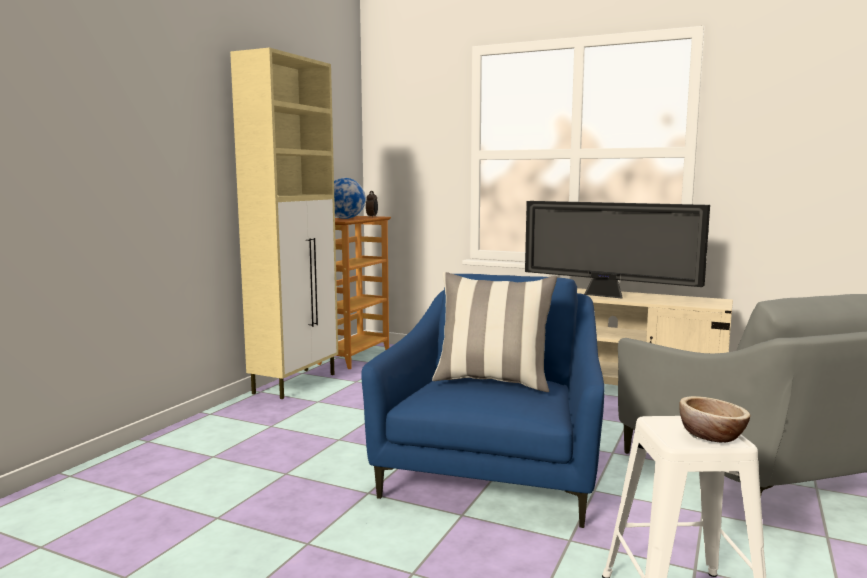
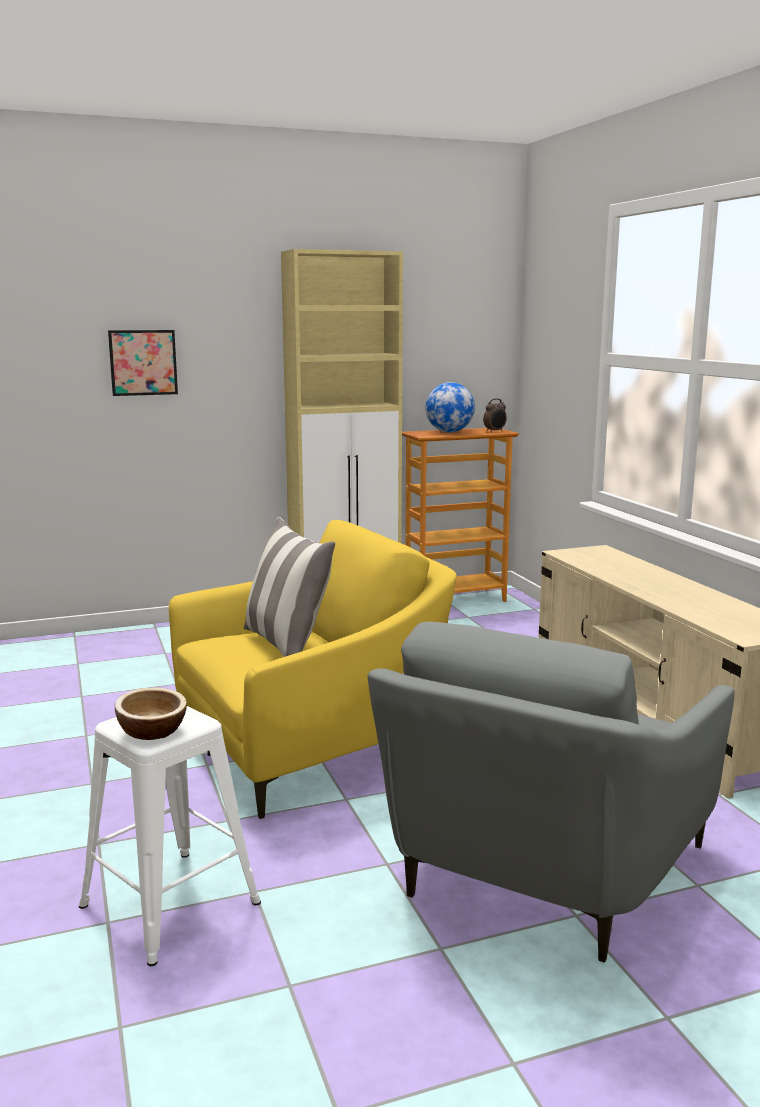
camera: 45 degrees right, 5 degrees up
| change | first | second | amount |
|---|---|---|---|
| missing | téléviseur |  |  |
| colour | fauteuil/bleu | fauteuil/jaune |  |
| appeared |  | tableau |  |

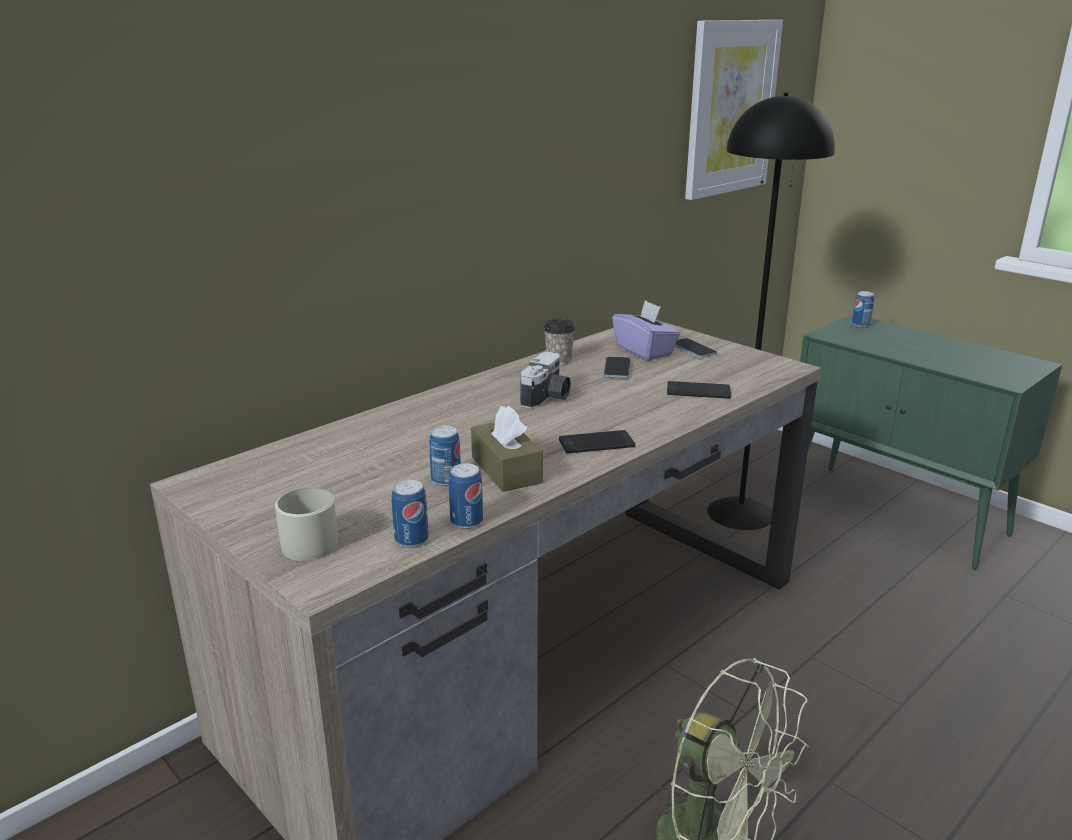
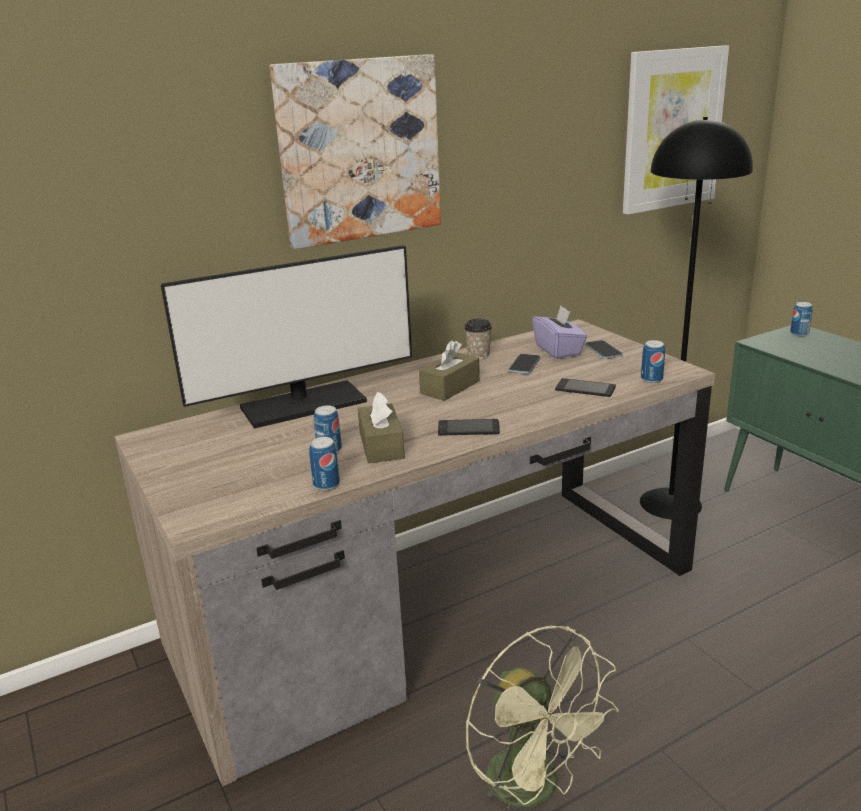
camera: 15 degrees right, 0 degrees up
| change | first | second | amount |
|---|---|---|---|
| exchanged | appareil photo | boîte à mouchoirs/marron (no. 2 from left) |  |
| relocated | boîte métallique (no. 1 from left in the first image) | boîte métallique (no. 3 from left) |  |
| missing | mug/beige |  |  |
| appeared |  | tableau (no. 1 from left) |  |
| appeared |  | écran d'ordinateur |  |

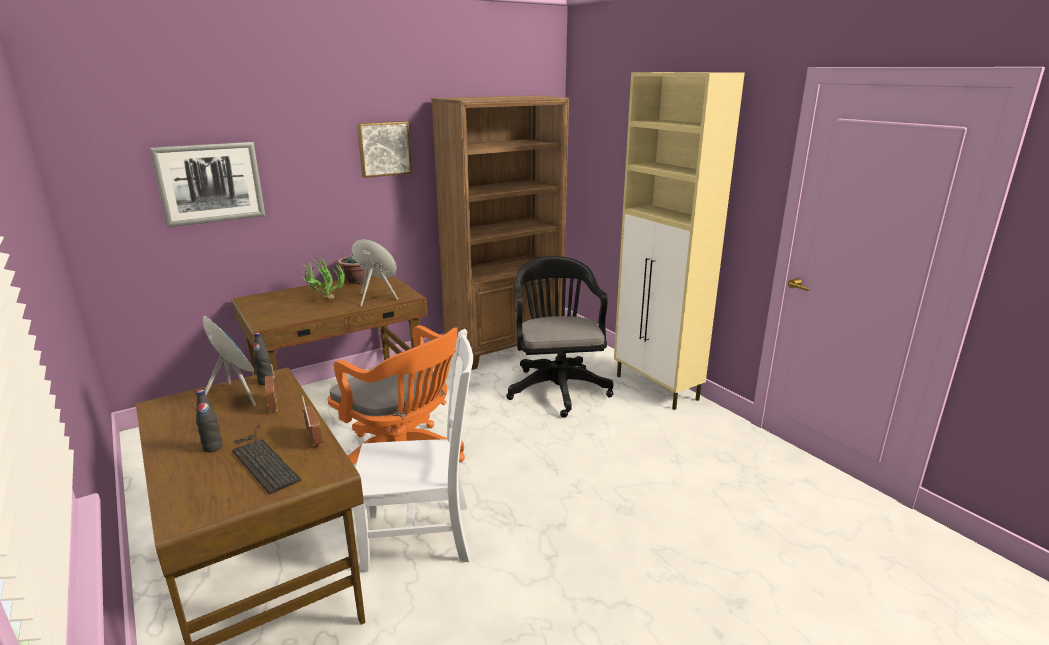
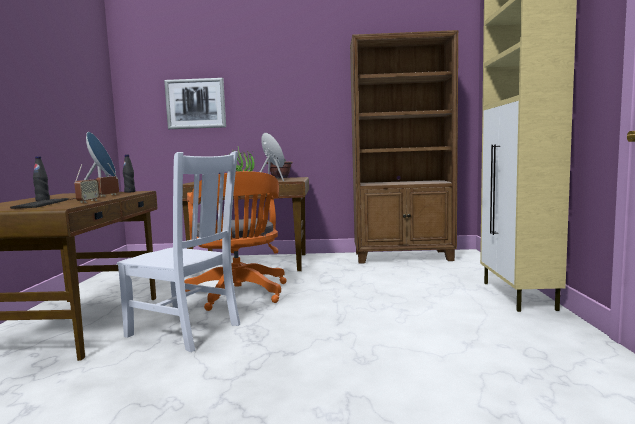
camera: 35 degrees right, 15 degrees down
| change | first | second | amount |
|---|---|---|---|
| missing | tableau (no. 2 from left) |  |  |
| missing | chaise de bureau/noir |  |  |

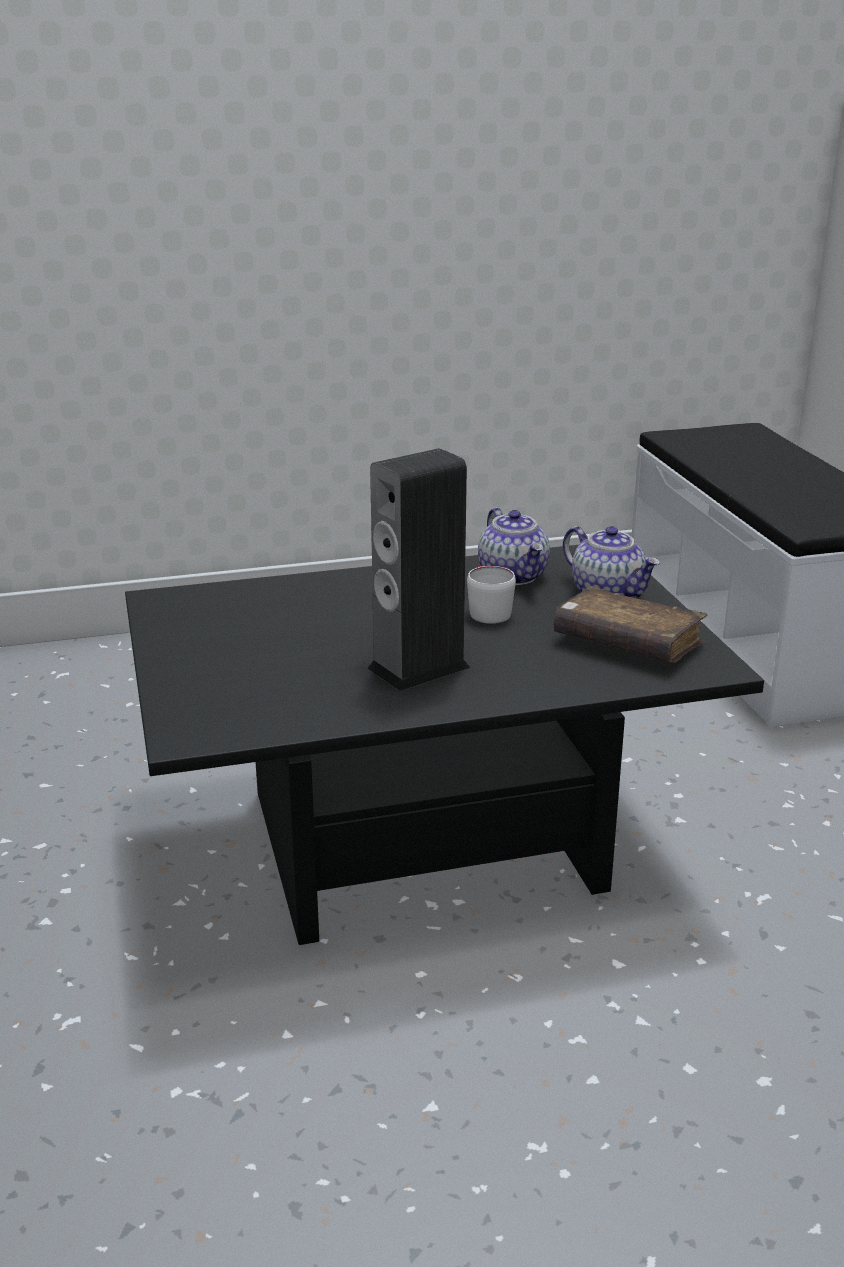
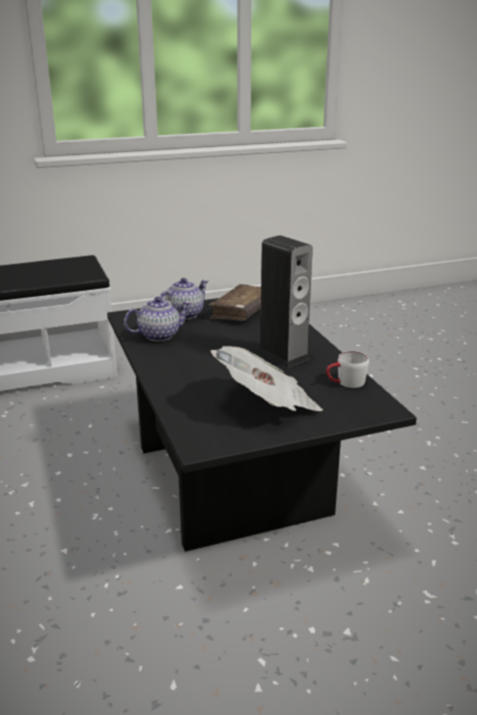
camera: 95 degrees left, 0 degrees up
| change | first | second | amount |
|---|---|---|---|
| relocated | mug/blanc |  |  |
| appeared |  | journal |  |

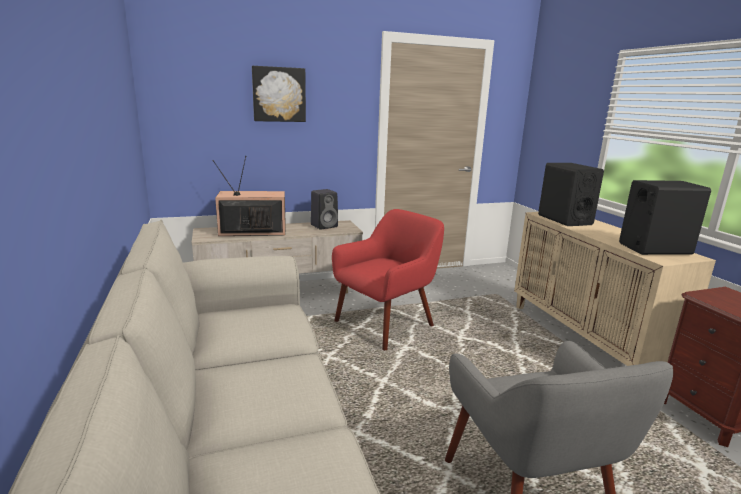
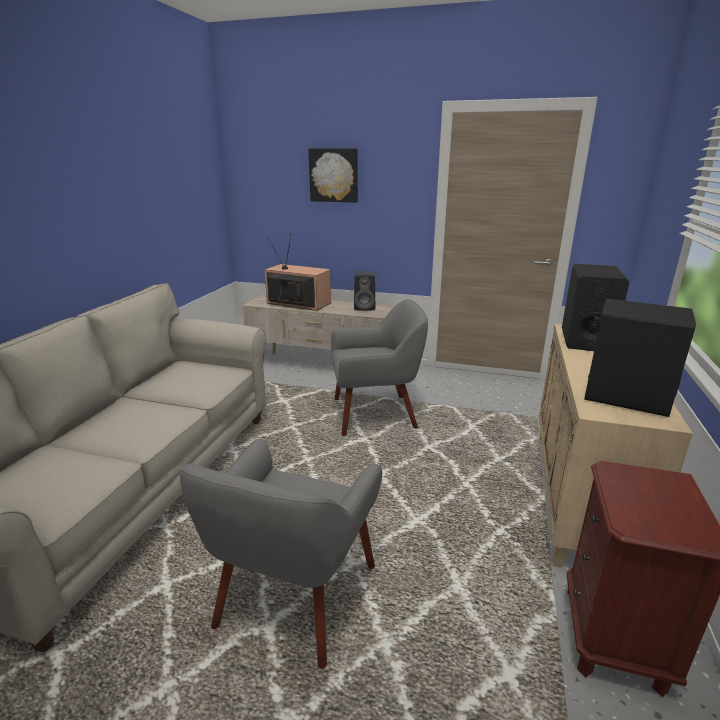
camera: 35 degrees right, 5 degrees up
| change | first | second | amount |
|---|---|---|---|
| colour | fauteuil/rouge | fauteuil/gris (no. 2 from left) |  |

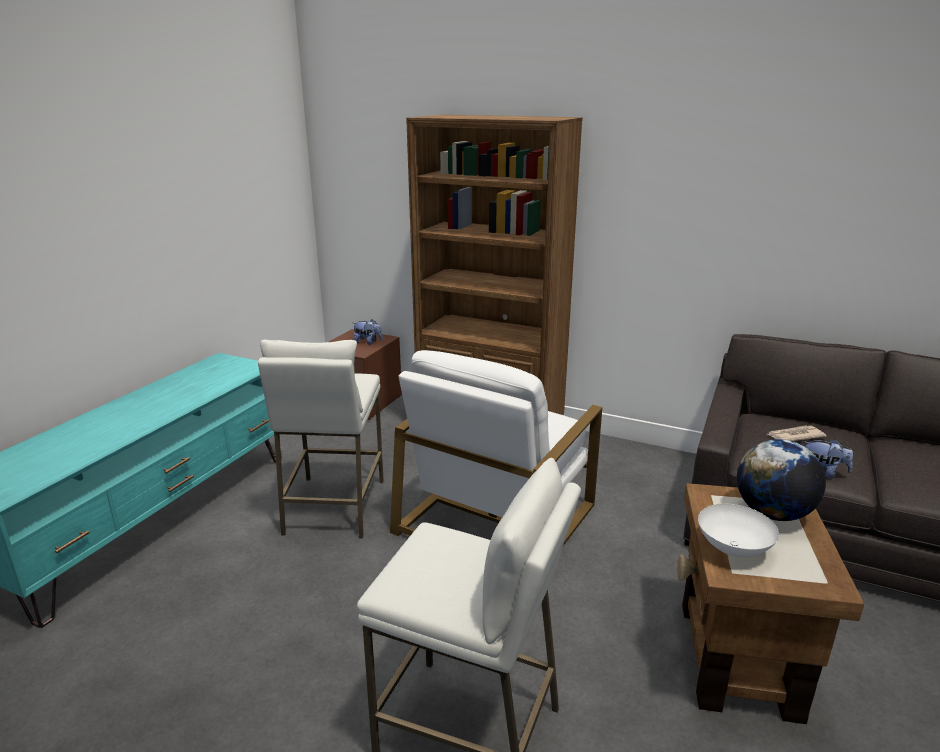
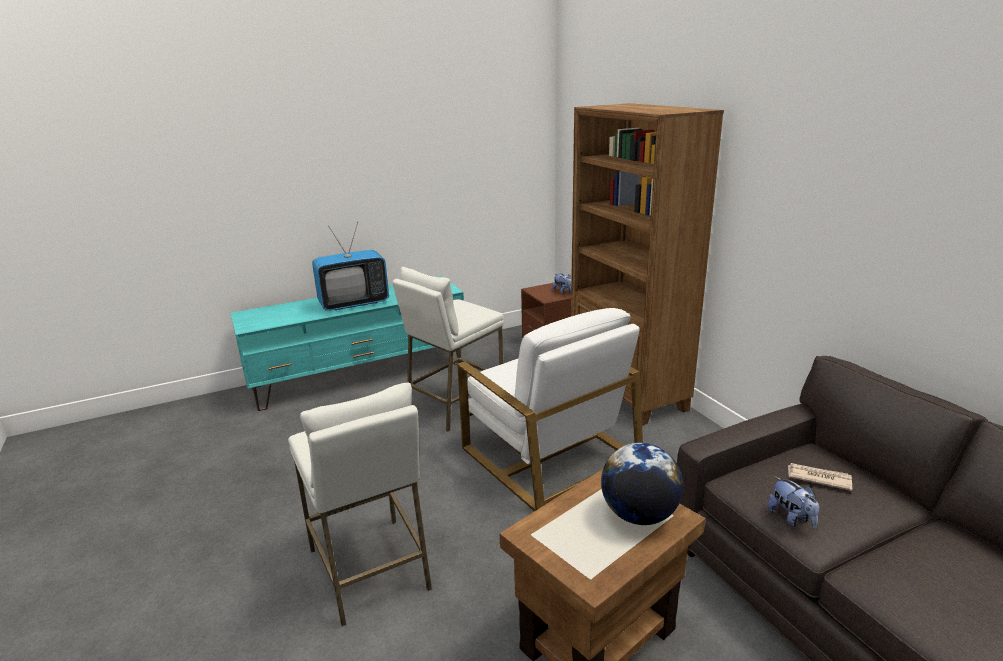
camera: 40 degrees right, 0 degrees up
| change | first | second | amount |
|---|---|---|---|
| spun | fauteuil/blanc |  | 105 degrees counterclockwise |
| missing | bol/blanc |  |  |
| appeared |  | téléviseur |  |

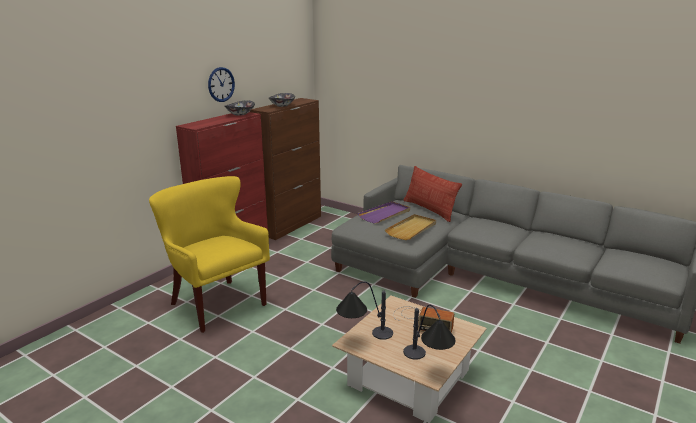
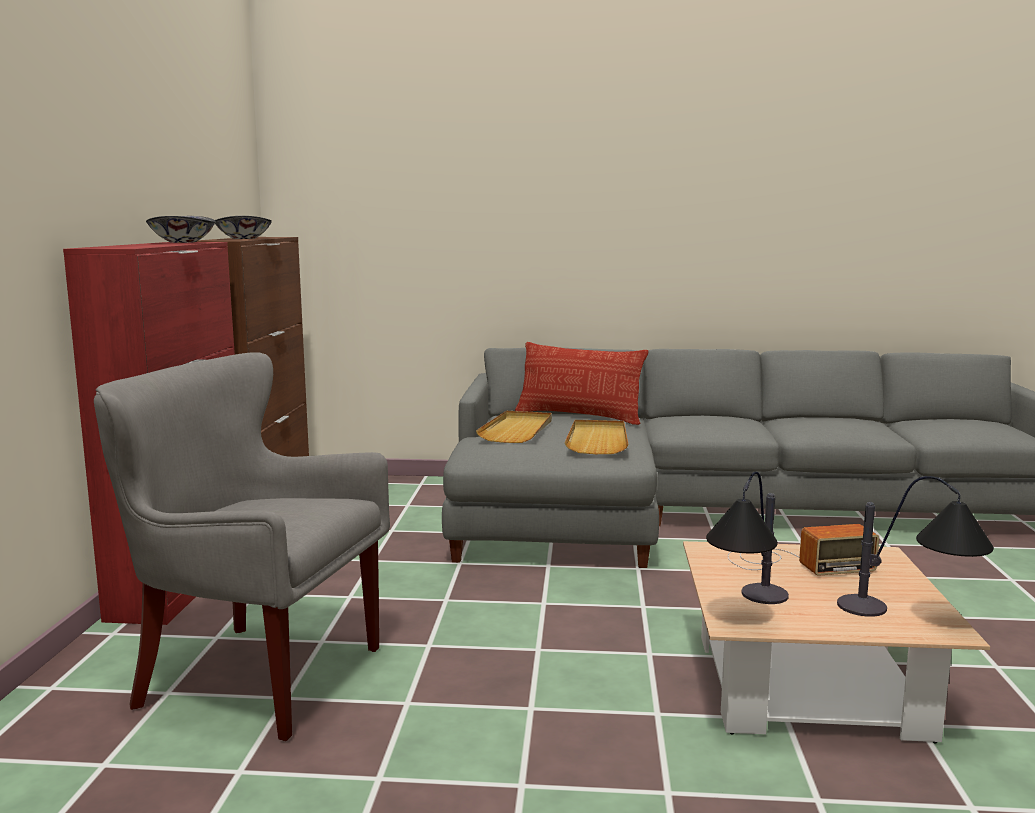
camera: 30 degrees left, 10 degrees down
| change | first | second | amount |
|---|---|---|---|
| missing | horloge murale |  |  |
| colour | fauteuil/jaune | fauteuil/gris |  |
| colour | plateau/violet | plateau/beige (no. 1 from left) |  |

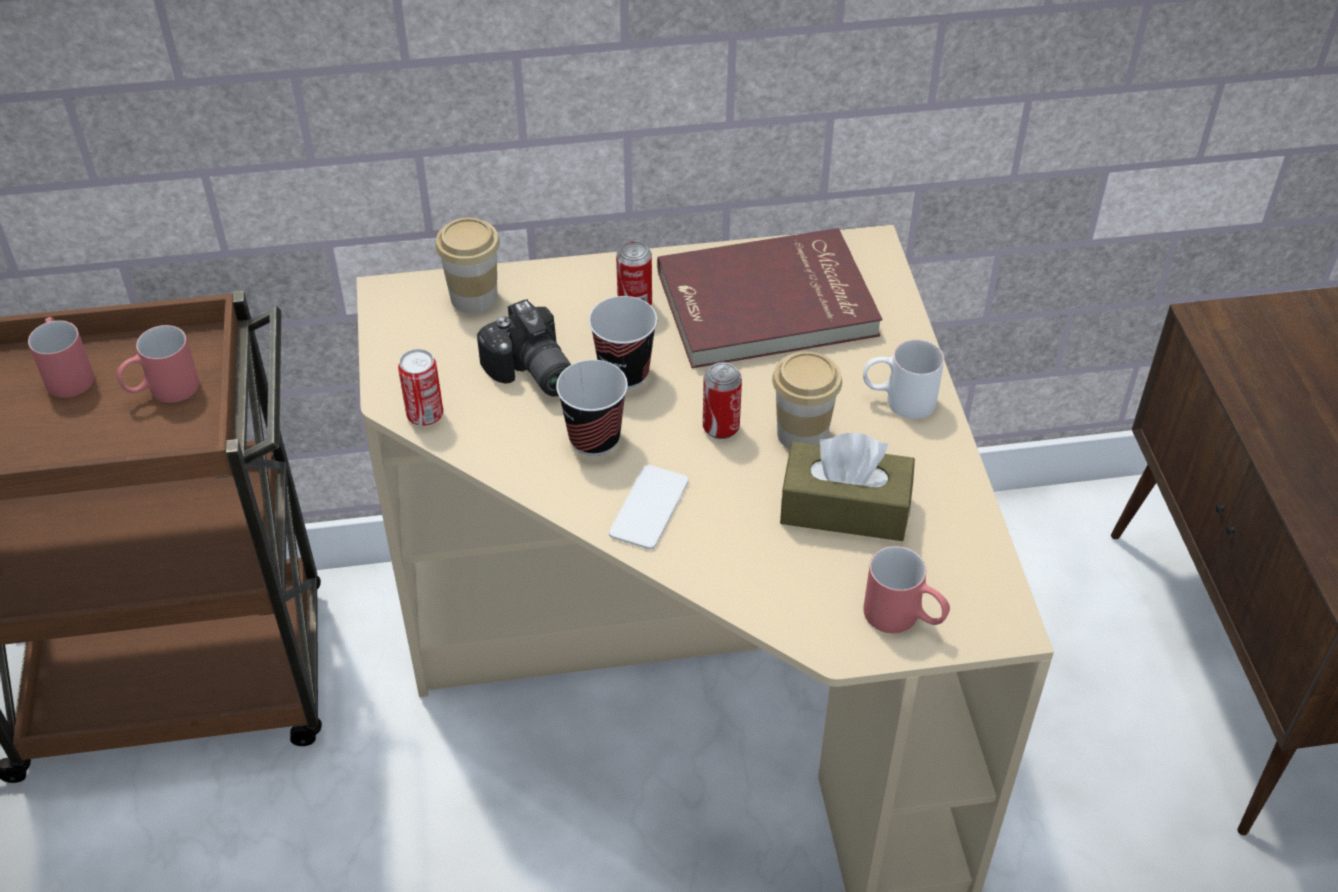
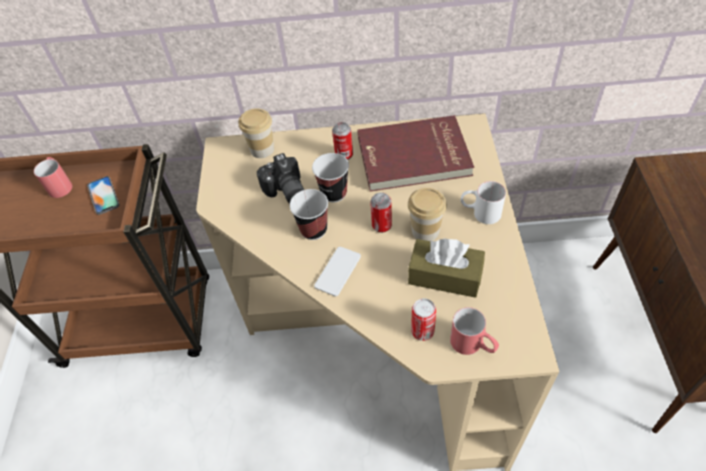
camera: 10 degrees right, 5 degrees up
| change | first | second | amount |
|---|---|---|---|
| exchanged | mug/rouge (no. 2 from left) | téléphone (no. 1 from left) |  |
| relocated | boîte métallique (no. 1 from left in the first image) | boîte métallique (no. 3 from left) |  |

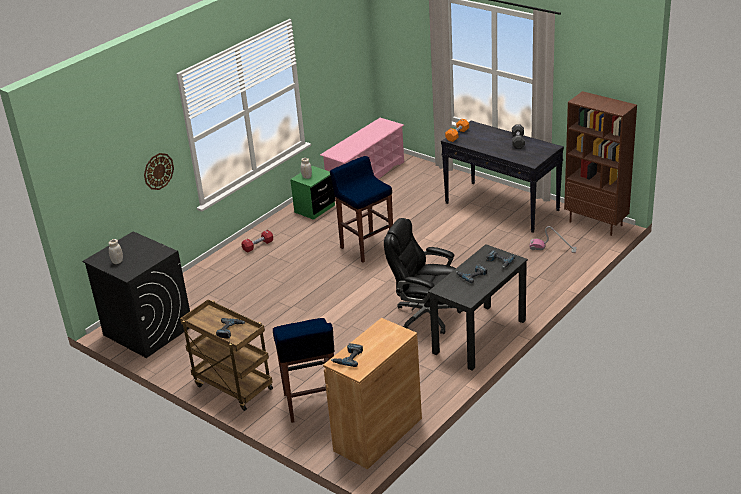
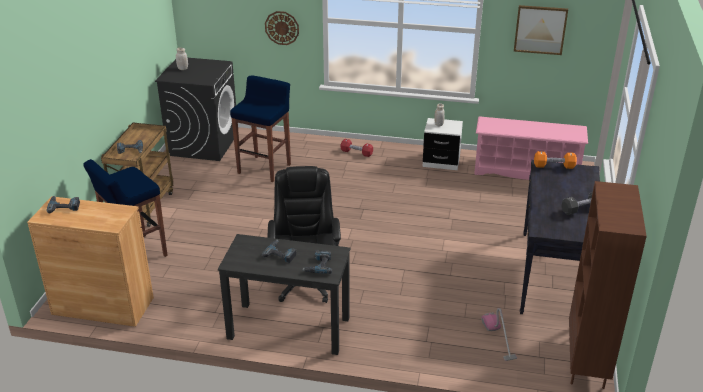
camera: 60 degrees right, 0 degrees up
| change | first | second | amount |
|---|---|---|---|
| relocated | tabouret/bleu (no. 2 from left) |  |  |
| colour | table de chevet/vert | table de chevet/blanc |  |
| appeared |  | tableau |  |

